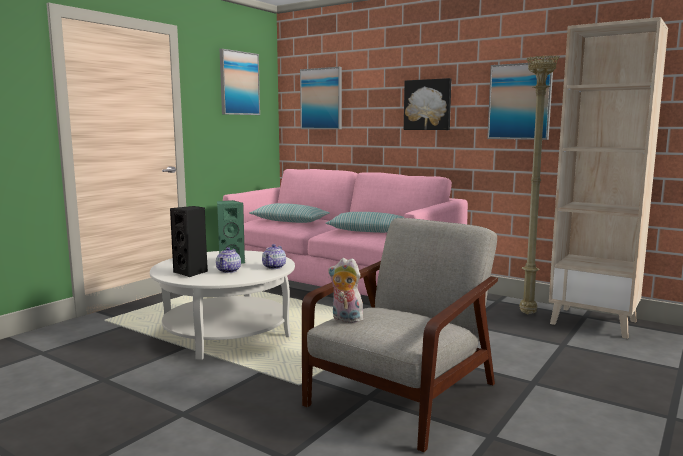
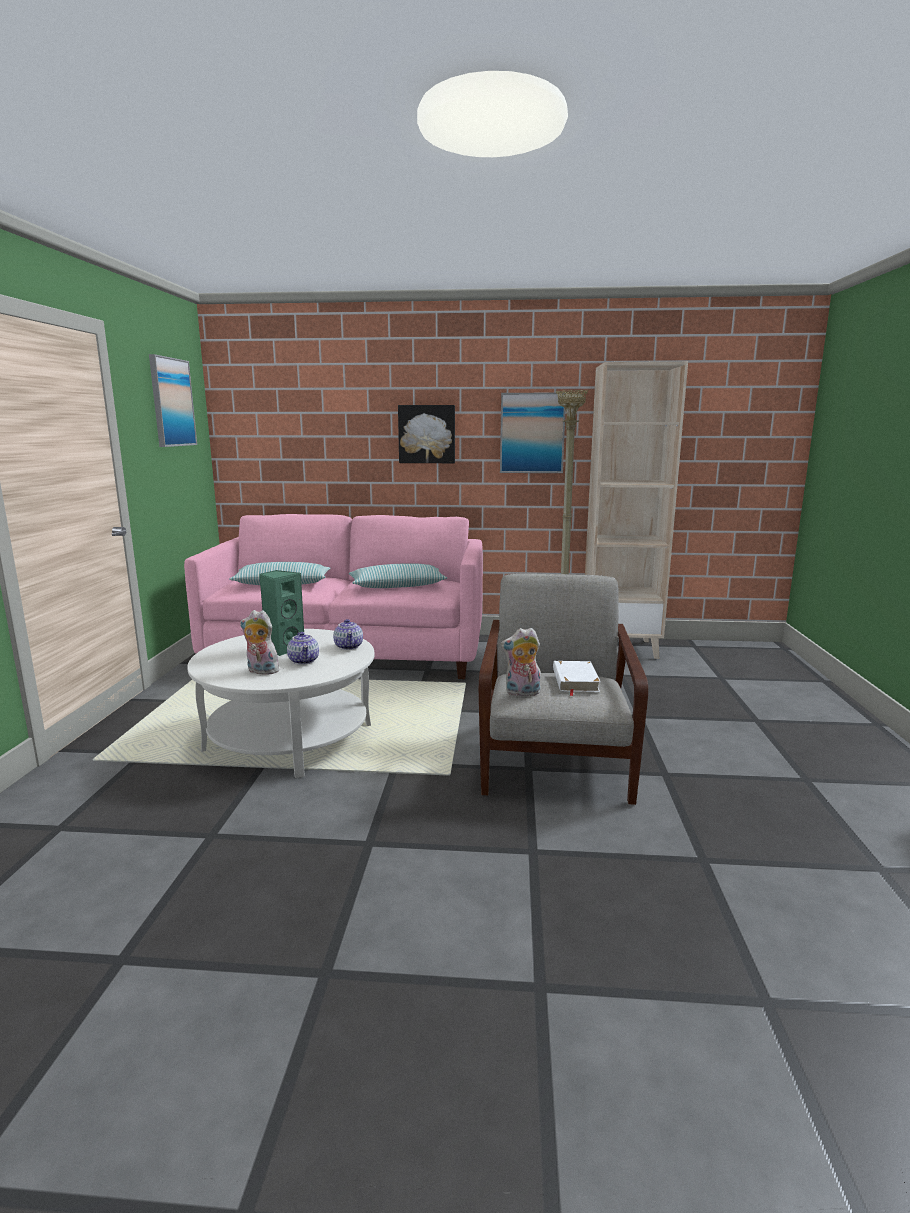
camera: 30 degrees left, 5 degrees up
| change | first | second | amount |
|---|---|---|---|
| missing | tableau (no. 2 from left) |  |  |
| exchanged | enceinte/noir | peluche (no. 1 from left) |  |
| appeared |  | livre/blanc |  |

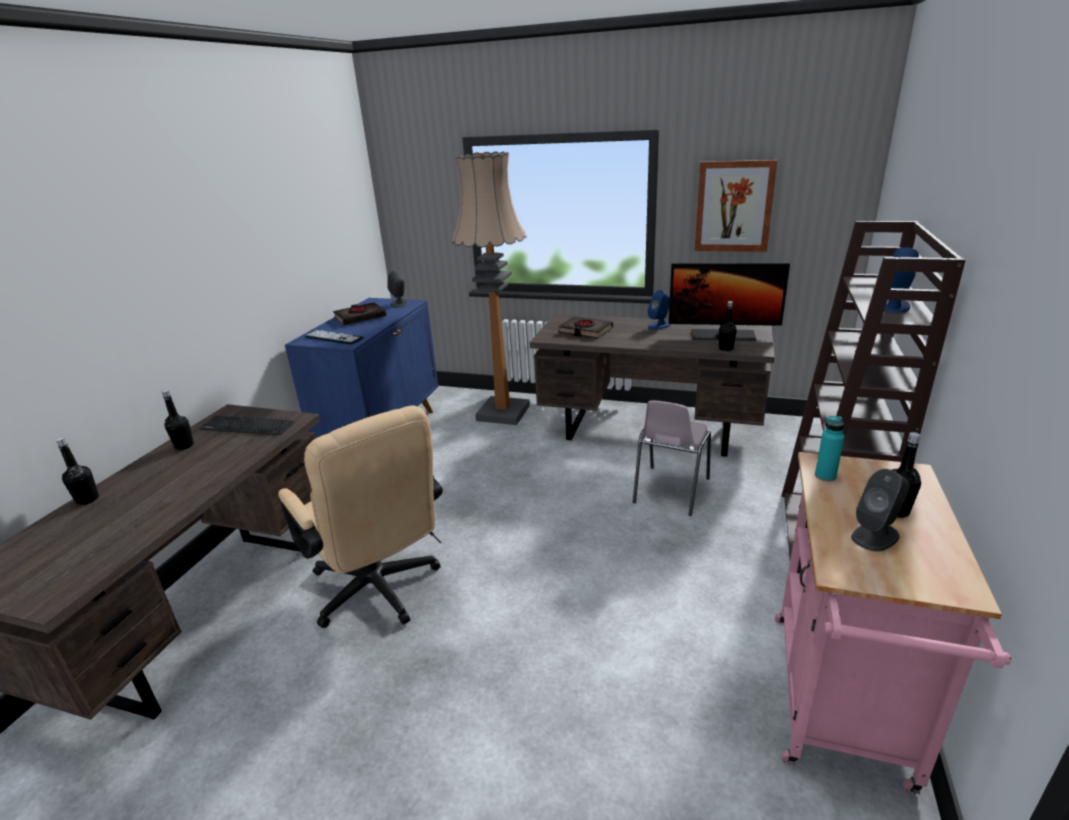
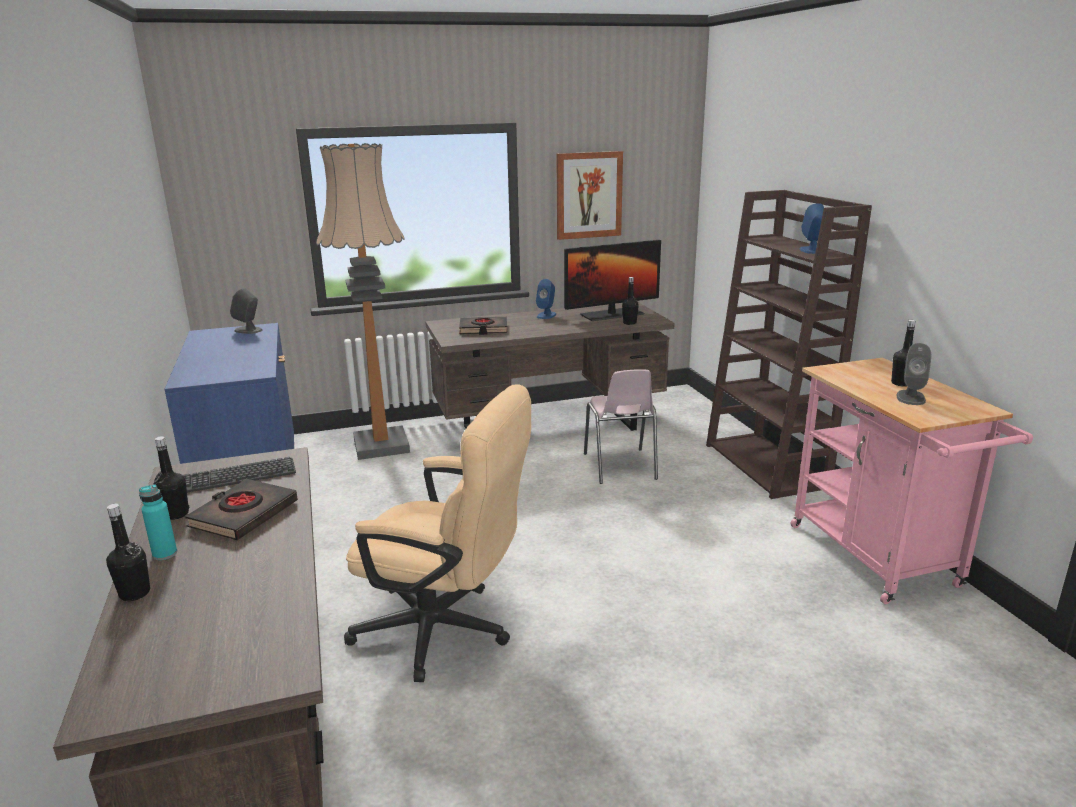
camera: 35 degrees left, 5 degrees down
| change | first | second | amount |
|---|---|---|---|
| relocated | livre/noir (no. 1 from left) |  |  |
| missing | clavier (no. 2 from left) |  |  |
| relocated | bouteille/turquoise |  |  |

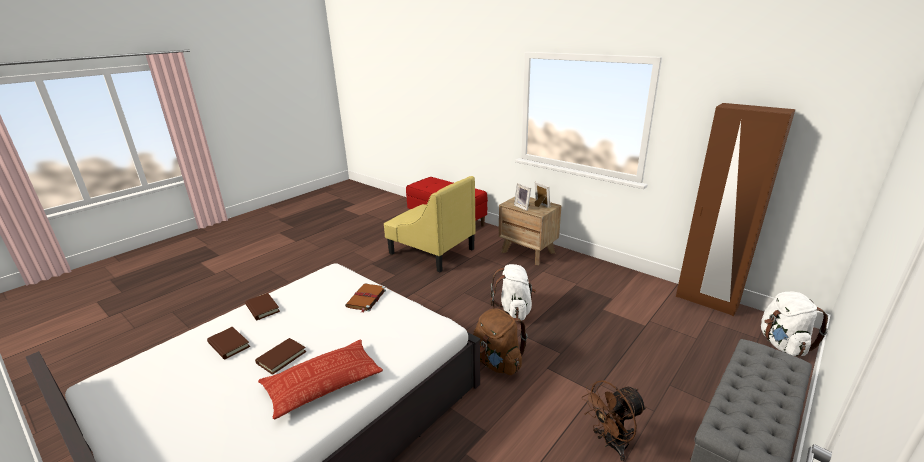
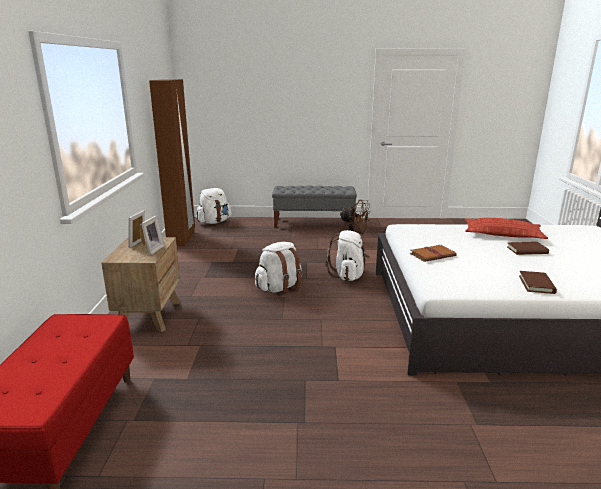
camera: 130 degrees left, 5 degrees down
| change | first | second | amount |
|---|---|---|---|
| missing | fauteuil/jaune |  |  |
| colour | sac à dos/marron | sac à dos/blanc (no. 3 from left) |  |
| missing | livre/marron (no. 1 from left) |  |  |

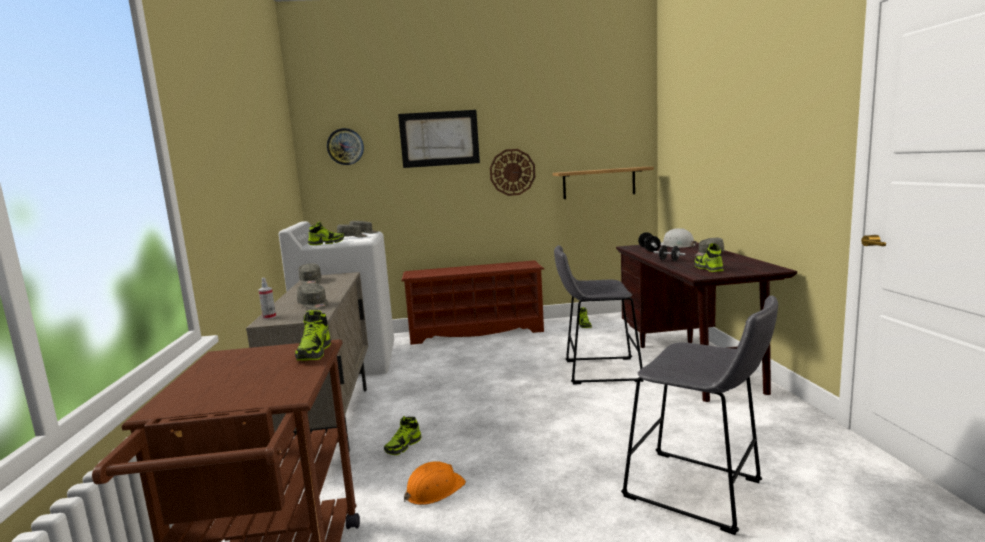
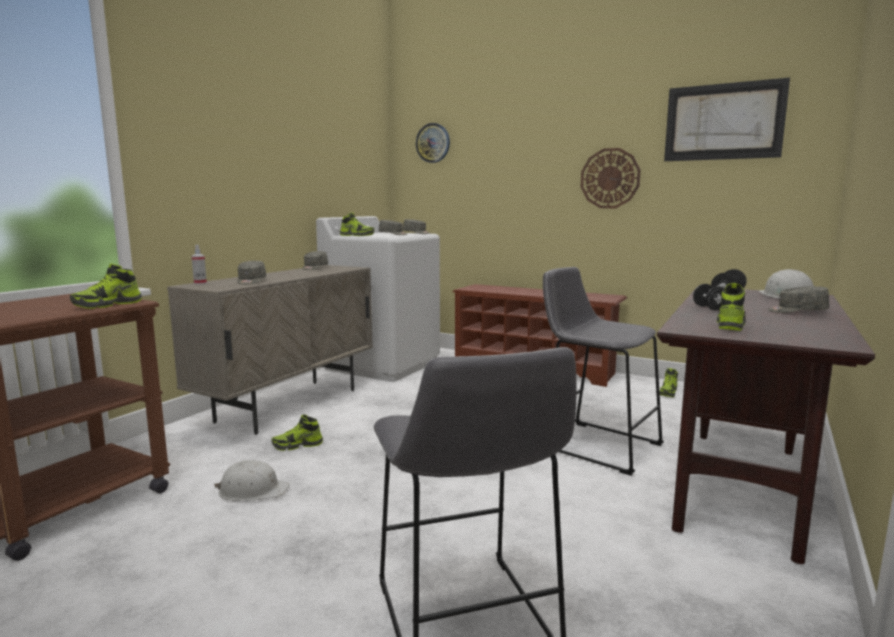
camera: 35 degrees right, 0 degrees up
| change | first | second | amount |
|---|---|---|---|
| relocated | tableau |  |  |
| missing | étagère |  |  |
| colour | casque de chantier/orange | casque de chantier/blanc (no. 1 from left) |  |

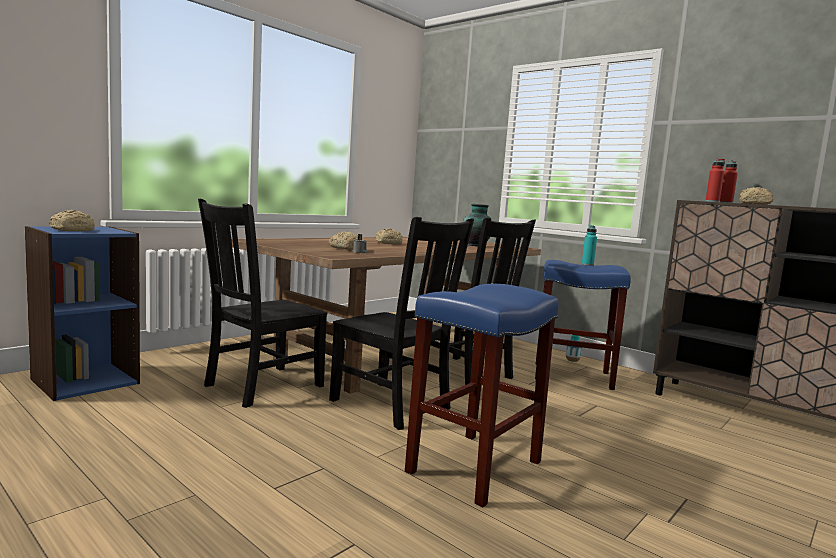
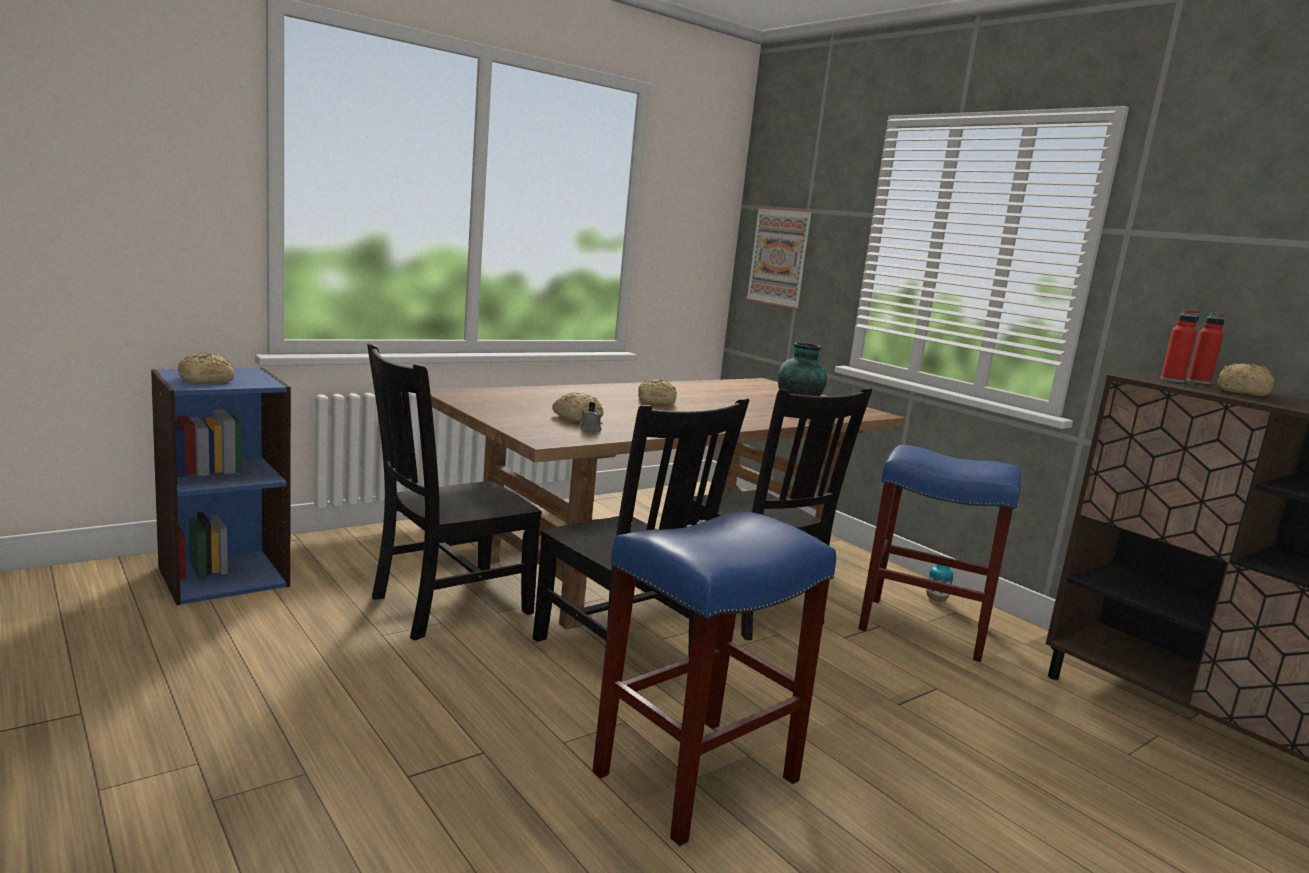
camera: 10 degrees right, 5 degrees up
| change | first | second | amount |
|---|---|---|---|
| missing | bouteille/turquoise |  |  |
| appeared |  | tableau |  |

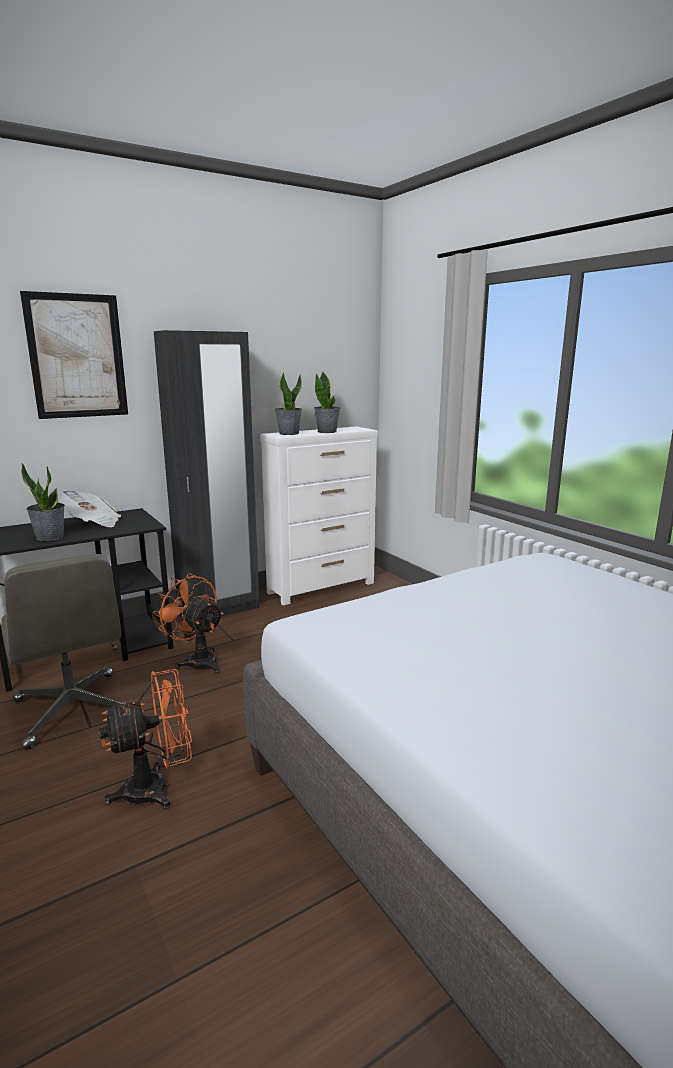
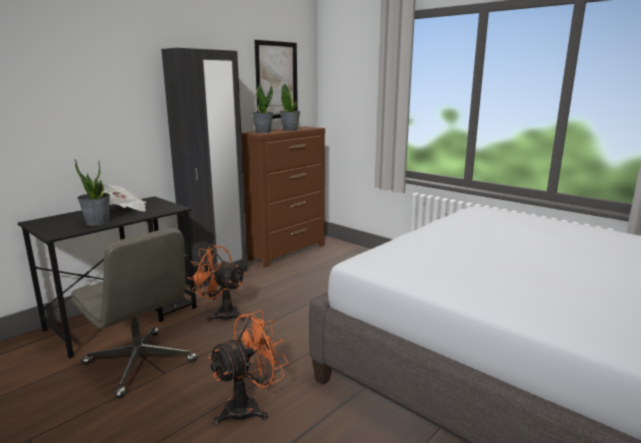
camera: 15 degrees left, 0 degrees up
| change | first | second | amount |
|---|---|---|---|
| relocated | tableau |  |  |
| colour | commode/blanc | commode/marron |  |

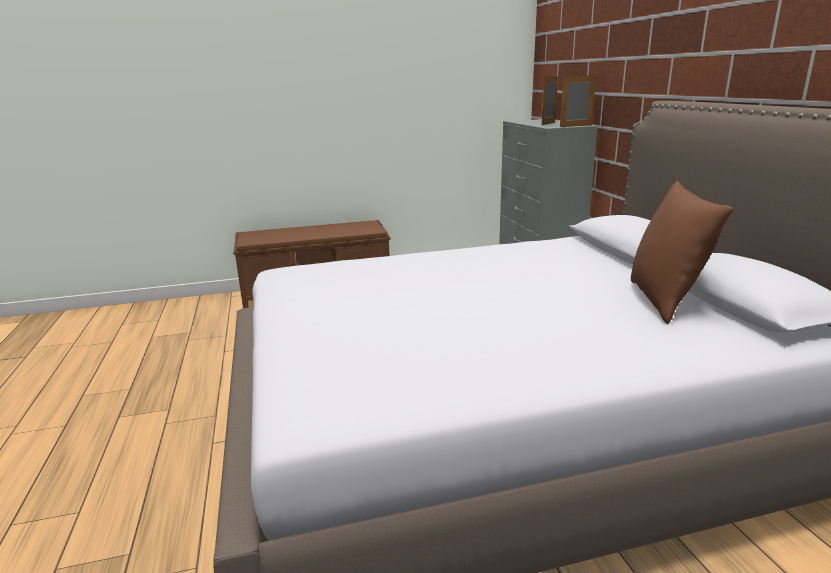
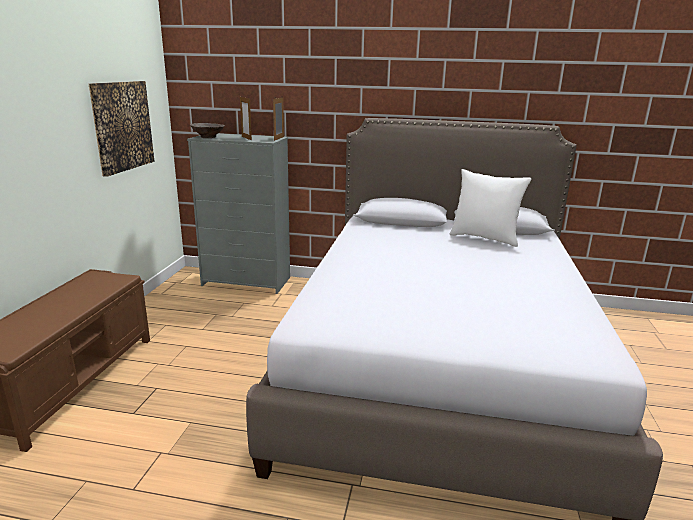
camera: 65 degrees left, 0 degrees up
| change | first | second | amount |
|---|---|---|---|
| colour | coussin/marron | coussin/blanc |  |
| appeared |  | tableau |  |
| appeared |  | bol/marron |  |

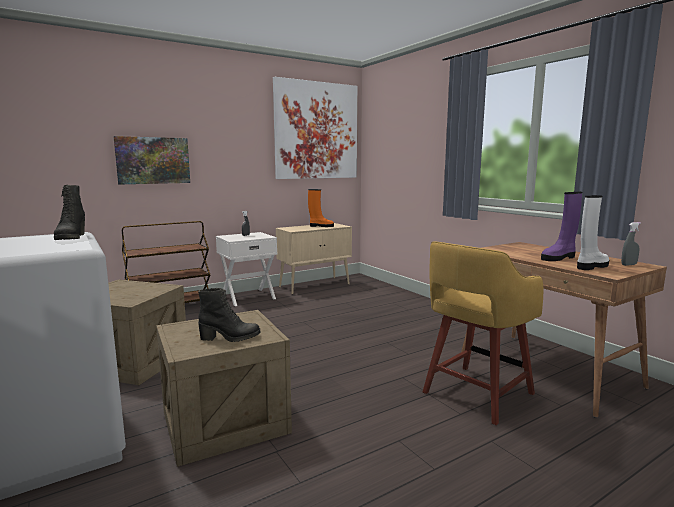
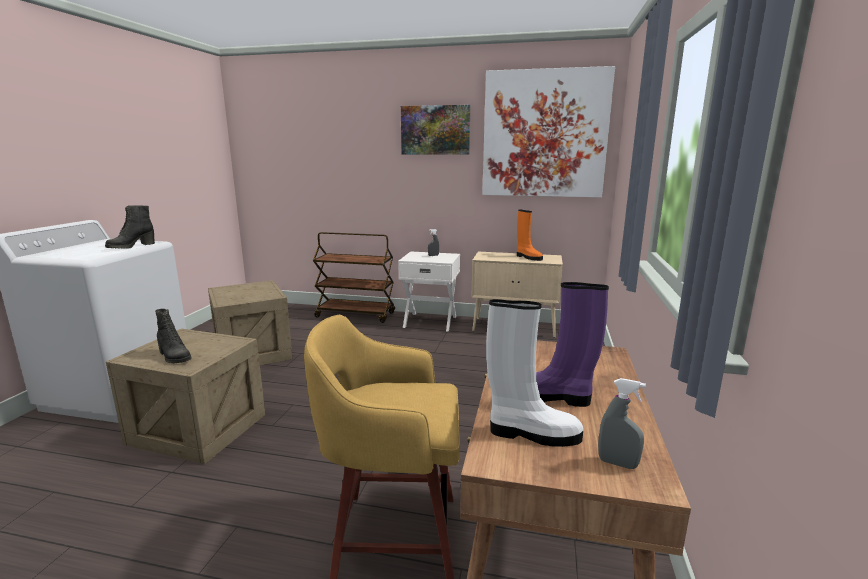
camera: 45 degrees right, 5 degrees up
| change | first | second | amount |
|---|---|---|---|
| relocated | tableau (no. 1 from left) |  |  |

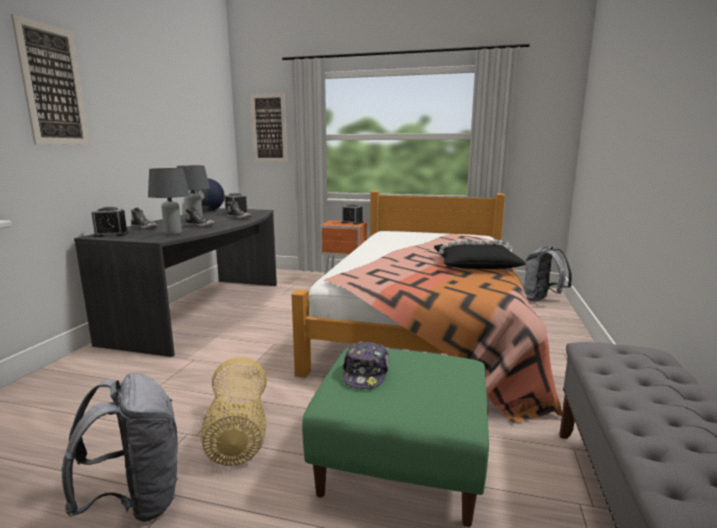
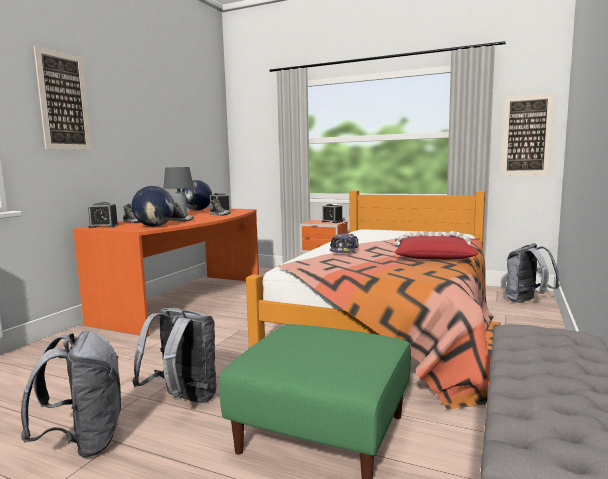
camera: 10 degrees right, 5 degrees down
| change | first | second | amount |
|---|---|---|---|
| relocated | tableau (no. 2 from left) |  |  |
| exchanged | lampe de table/gris (no. 1 from left) | globe (no. 1 from left) |  |
| colour | bureau/gris | bureau/orange |  |
| colour | coussin/noir | coussin/rouge |  |
| relocated | casquette |  |  |
| exchanged | panier | sac à dos/gris (no. 2 from left) |  |

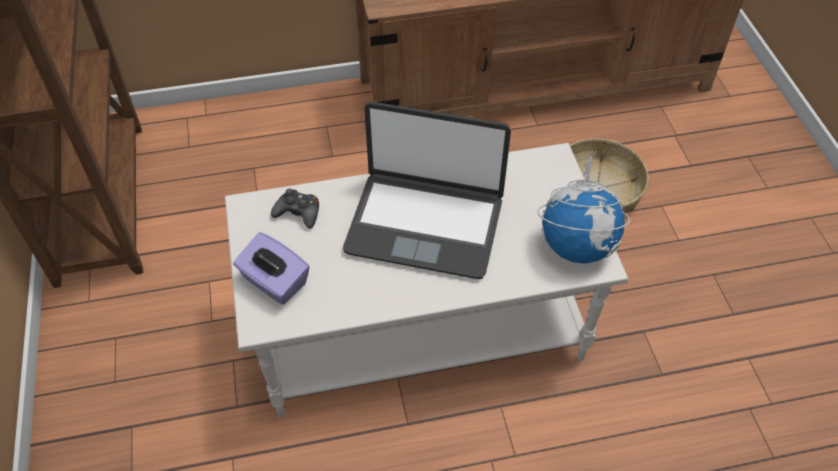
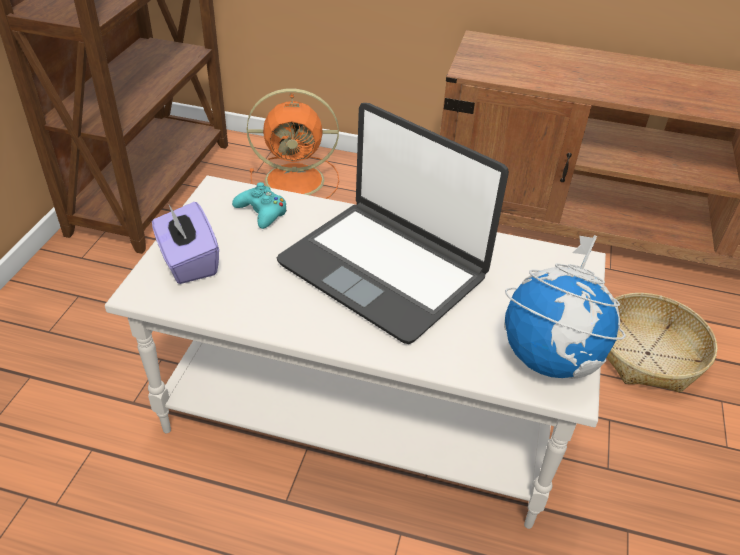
camera: 25 degrees right, 10 degrees down
| change | first | second | amount |
|---|---|---|---|
| colour | manette/noir | manette/turquoise |  |
| appeared |  | ventilateur/orange |  |

